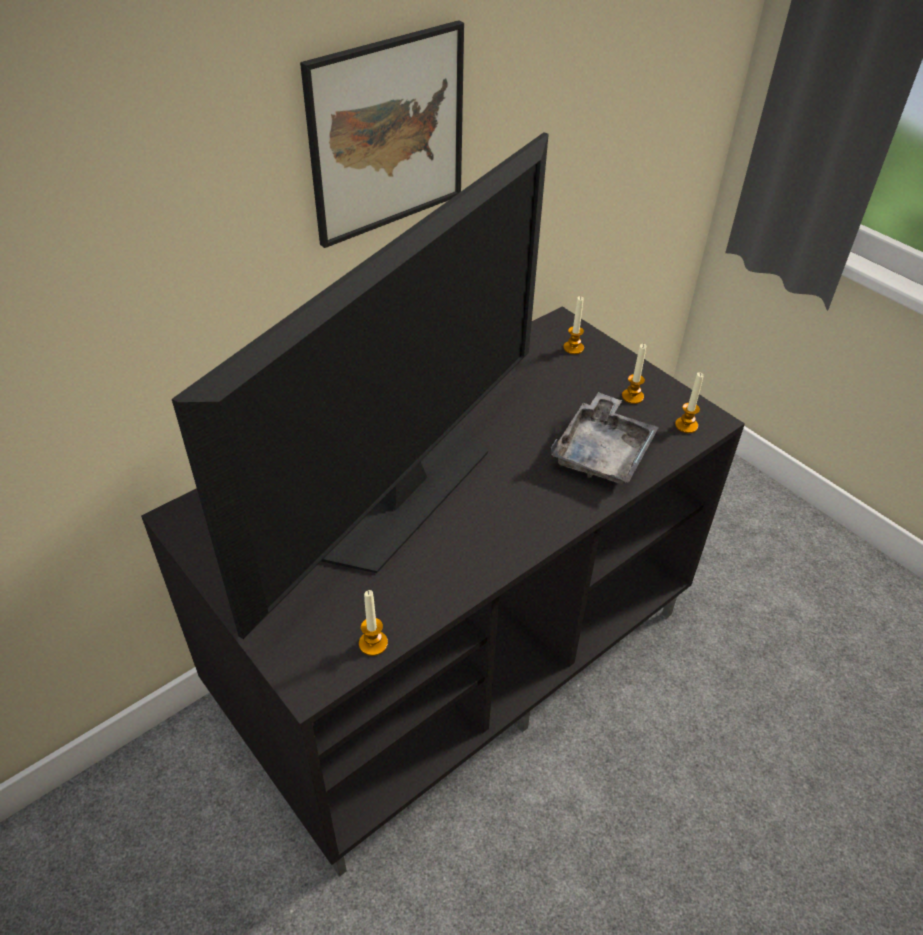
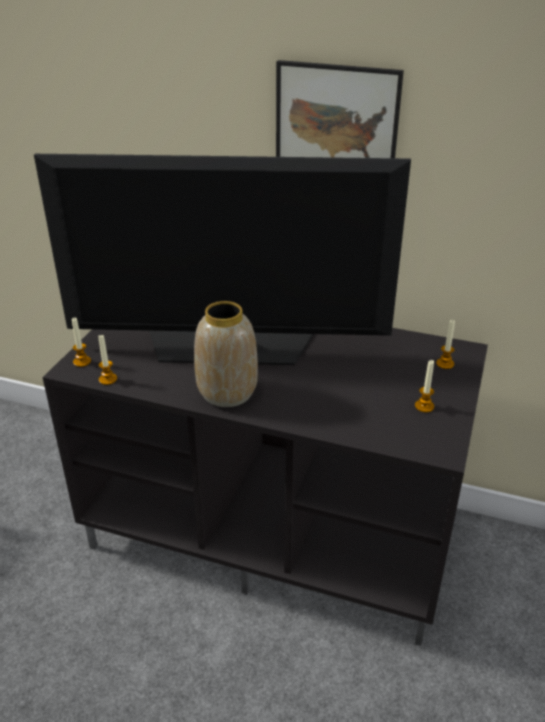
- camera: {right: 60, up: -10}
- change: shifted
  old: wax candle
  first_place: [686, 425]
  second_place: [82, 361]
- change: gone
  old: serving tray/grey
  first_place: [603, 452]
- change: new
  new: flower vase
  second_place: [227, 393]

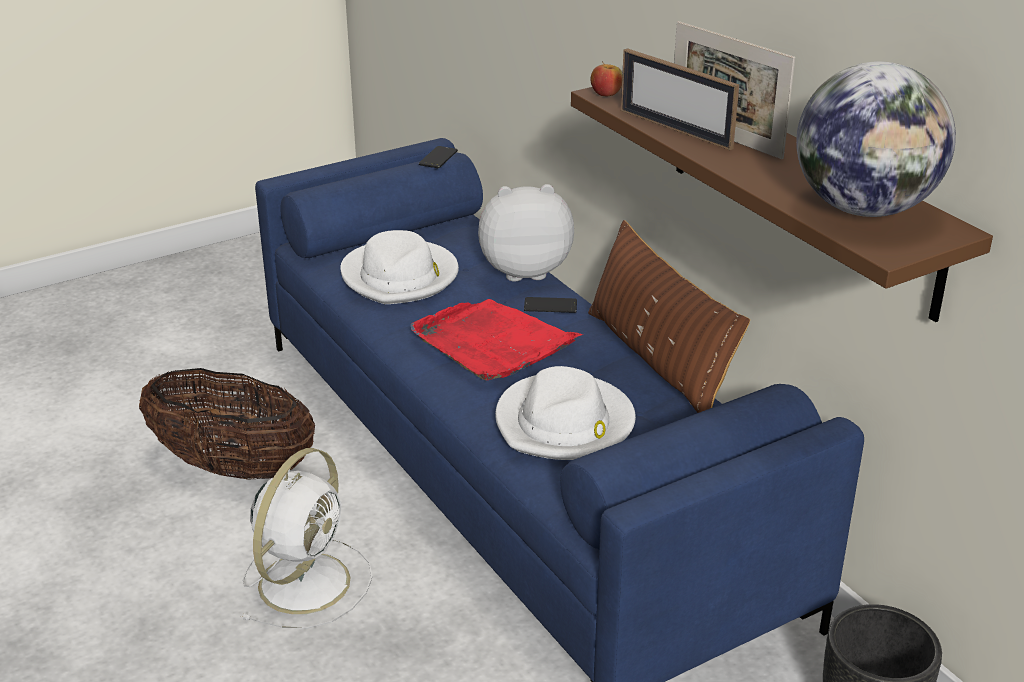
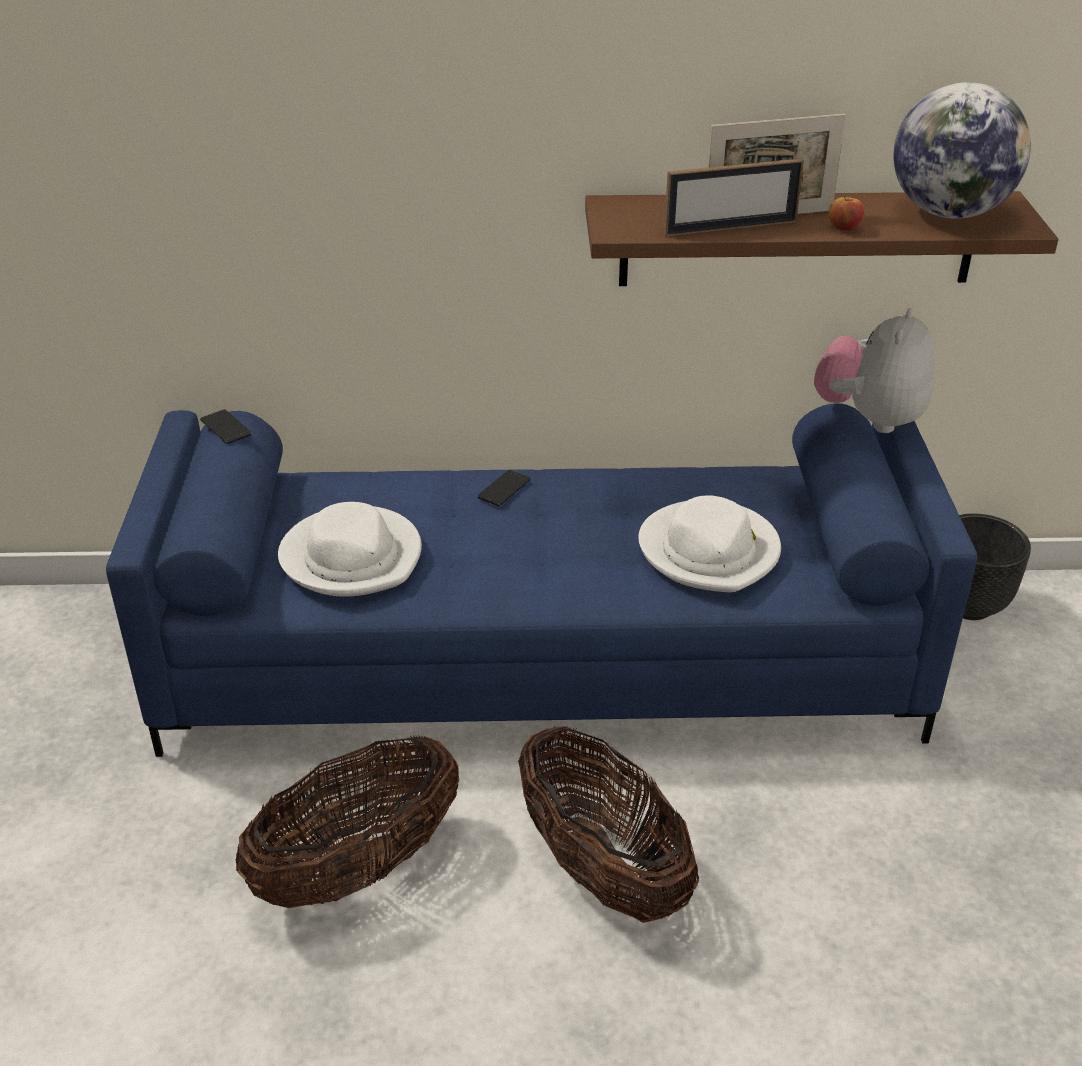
- camera: {right: -60, up: 5}
- change: shifted
  old: apple
  first_place: [606, 94]
  second_place: [844, 228]
- change: shifted
  old: cuddly toy
  first_place: [524, 270]
  second_place: [870, 419]
- change: gone
  old: throw pillow/brown-coloured
  first_place: [658, 360]
- change: gone
  old: serving tray/reddish
  first_place: [492, 343]
- change: swapped
  old: cooling fan/whitish
  new: household basket
  first_place: [306, 580]
  second_place: [602, 869]

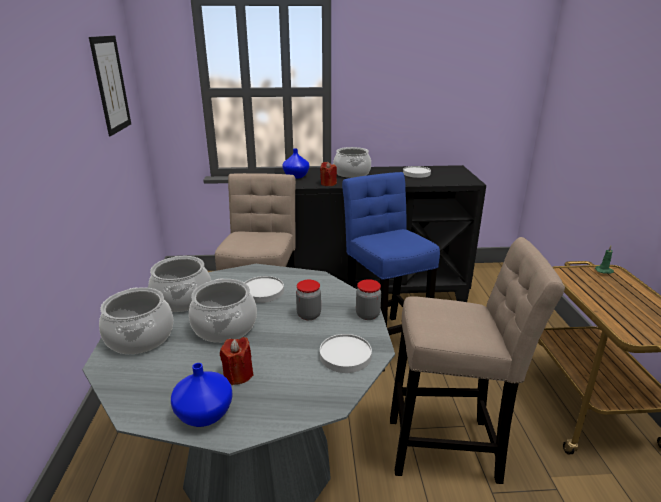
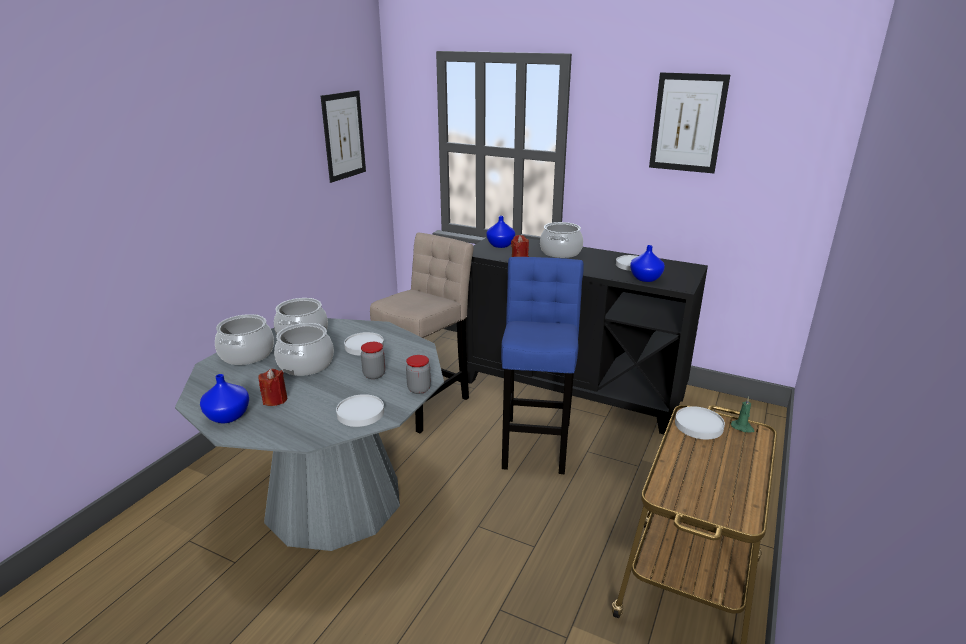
- camera: {right: 30, up: 0}
- change: gone
  old: stool seat/sand-coloured
  first_place: [449, 448]
- change: new
  new: wall picture
  second_place: [687, 123]
- change: new
  new: flower vase/blue
  second_place: [645, 279]
- change: new
  new: dinner plate/whitish
  second_place: [698, 425]

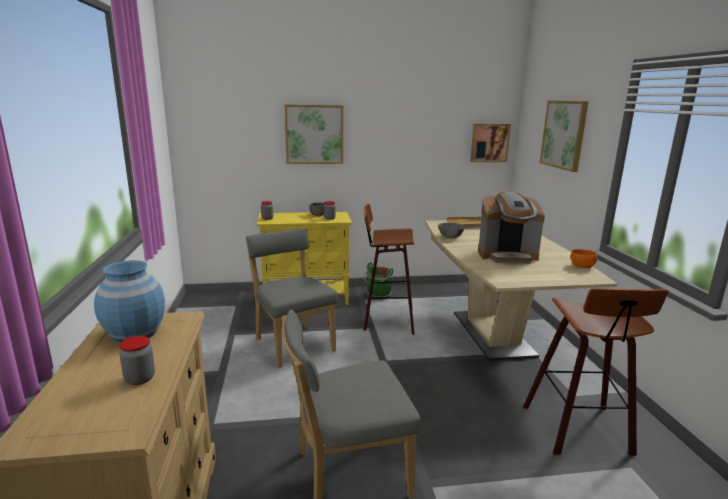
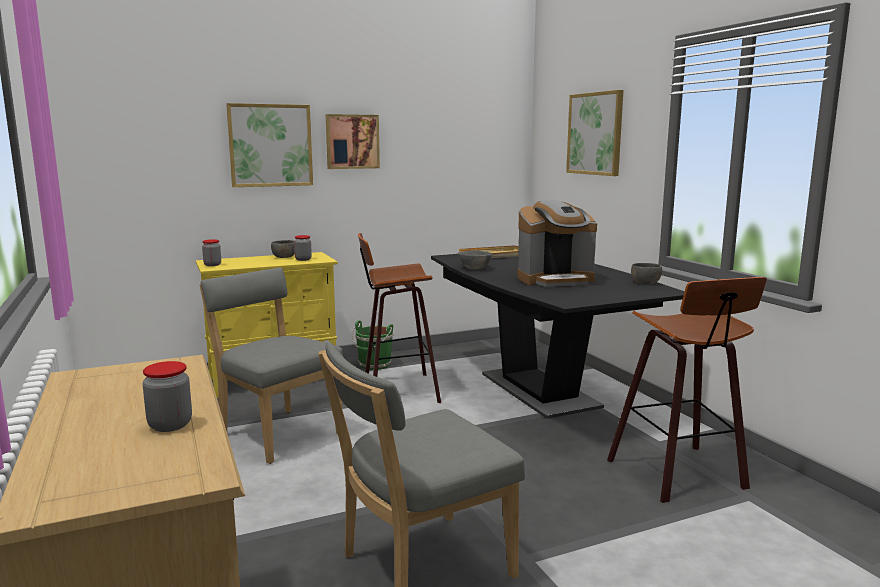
- camera: {right: -15, up: -5}
- change: shifted
  old: wall picture
  first_place: [489, 142]
  second_place: [352, 141]
- change: repainted
  old: dinner table/sand-coloured
  new: dinner table/black-coloured
  first_place: [492, 334]
  second_place: [539, 390]
- change: repainted
  old: bowl/orange
  new: bowl/grey
  first_place: [581, 266]
  second_place: [645, 282]
- change: gone
  old: flower vase/blue
  first_place: [135, 333]

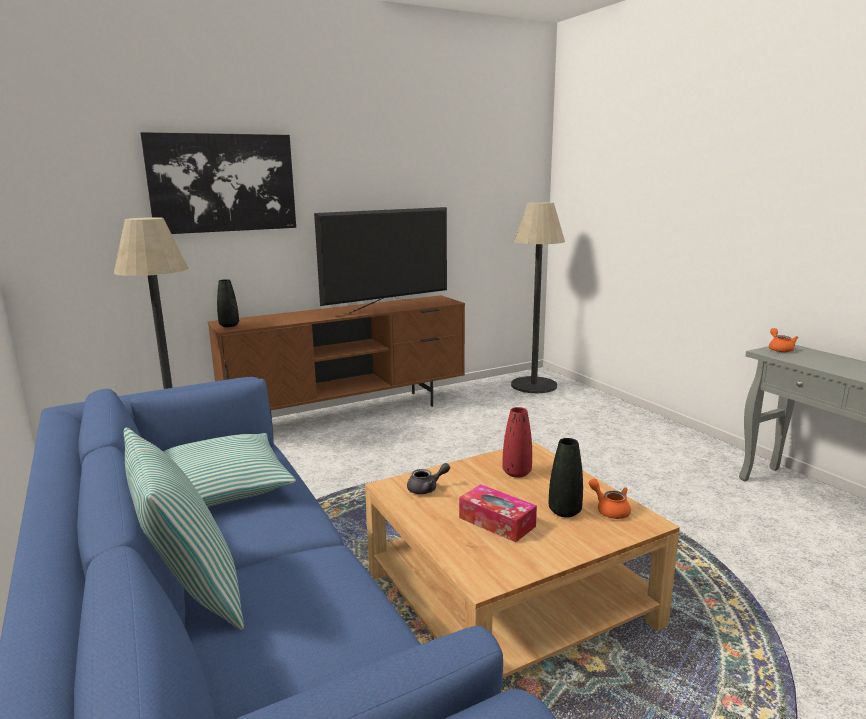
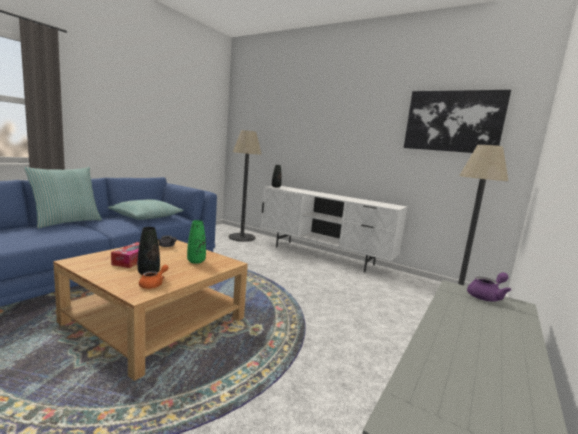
- camera: {right: 60, up: -5}
- change: shifted
  old: wall picture
  first_place: [223, 183]
  second_place: [453, 121]
- change: gone
  old: TV
  first_place: [387, 308]
- change: repainted
  old: tv stand/brown-coloured
  new: tv stand/whitish
  first_place: [350, 414]
  second_place: [323, 256]
- change: repainted
  old: tea pot/orange
  new: tea pot/purple-coloured
  first_place: [779, 349]
  second_place: [487, 297]
- change: repainted
  old: flower vase/reddish
  new: flower vase/green
  first_place: [516, 473]
  second_place: [196, 261]

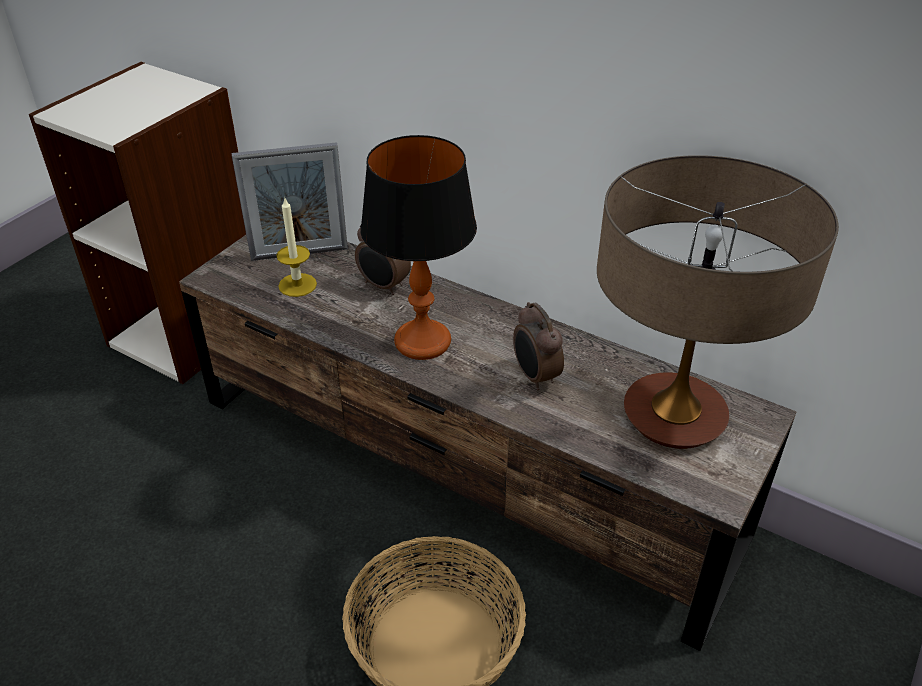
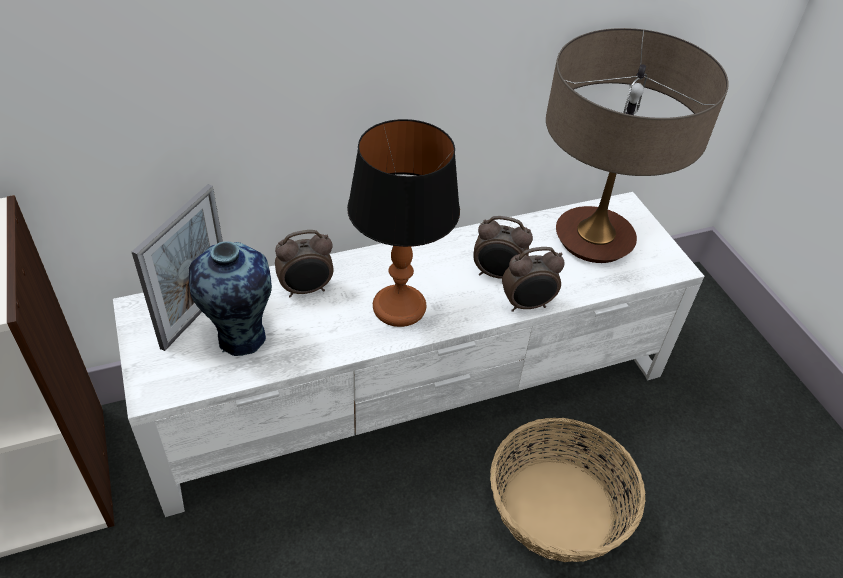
- camera: {right: -55, up: 5}
- change: swapped
  old: wax candle
  new: flower vase
  first_place: [297, 285]
  second_place: [240, 339]
- change: repainted
  old: tv stand/brown-coloured
  new: tv stand/whitish
  first_place: [463, 466]
  second_place: [416, 389]
- change: new
  new: alarm clock
  second_place: [527, 305]

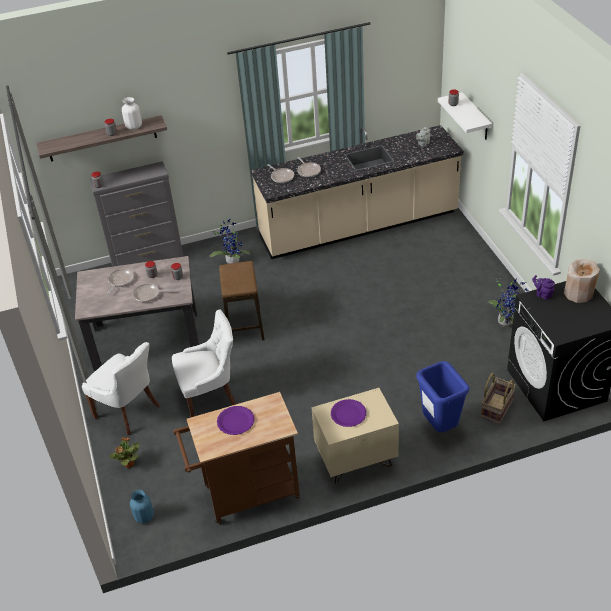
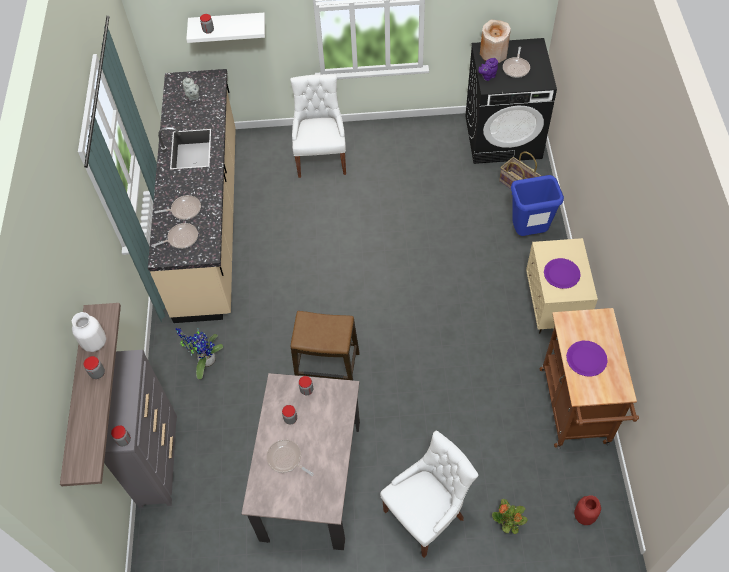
- camera: {right: -75, up: 15}
- change: gone
  old: potted plant
  first_place: [506, 322]
- change: shifted
  old: pan
  first_place: [148, 295]
  second_place: [516, 68]
- change: shifted
  old: plain chair/whitish
  first_place: [210, 397]
  second_place: [321, 158]
- change: repainted
  old: flower vase/blue
  new: flower vase/reddish
  first_place: [144, 516]
  second_place: [584, 515]

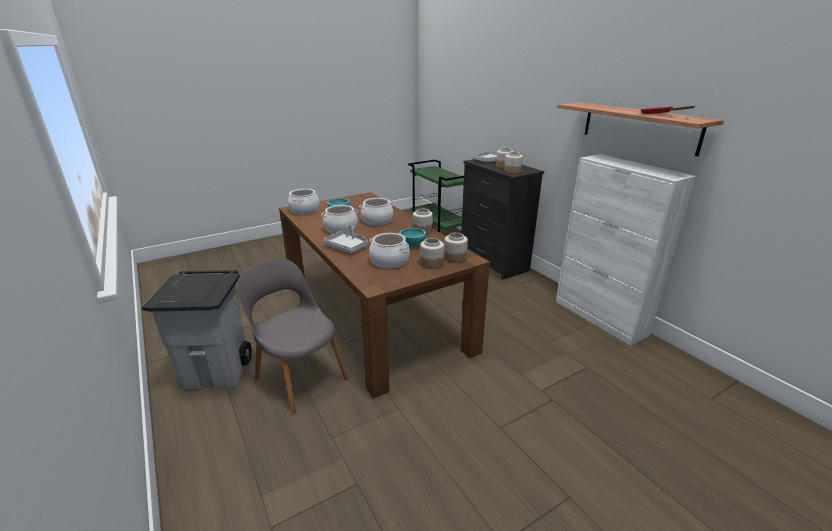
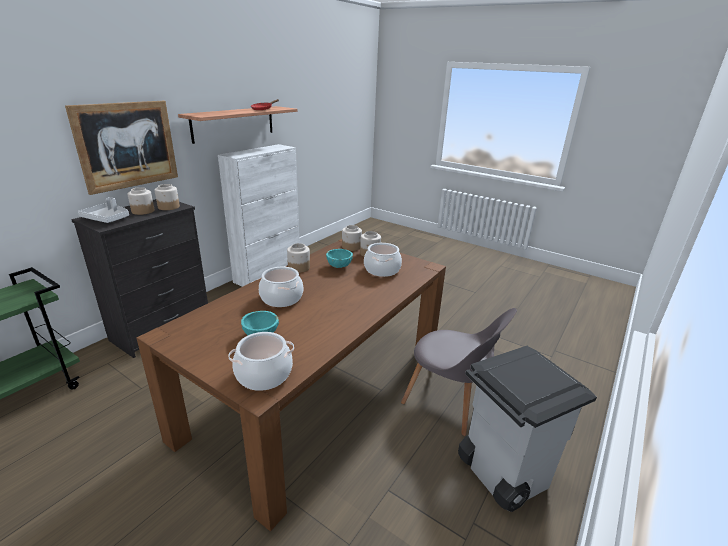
- camera: {right: -115, up: 0}
- change: gone
  old: saucepot
  first_place: [341, 229]
- change: gone
  old: serving tray/grey
  first_place: [347, 246]
- change: rotated
  old: plain chair/grey
  first_place: [300, 376]
  second_place: [450, 401]
  degrees: -75
- change: new
  new: wall picture
  second_place: [127, 145]

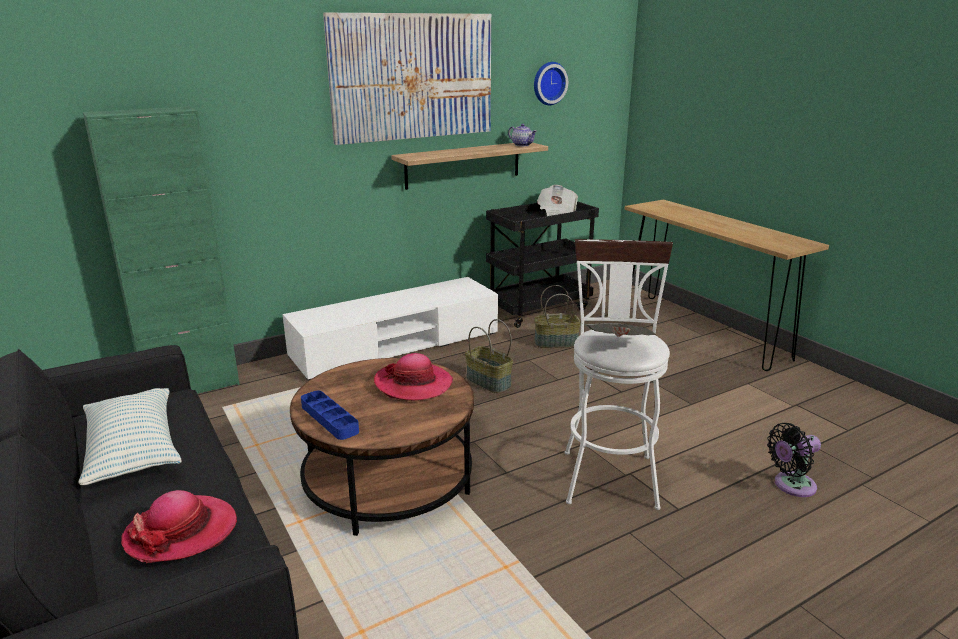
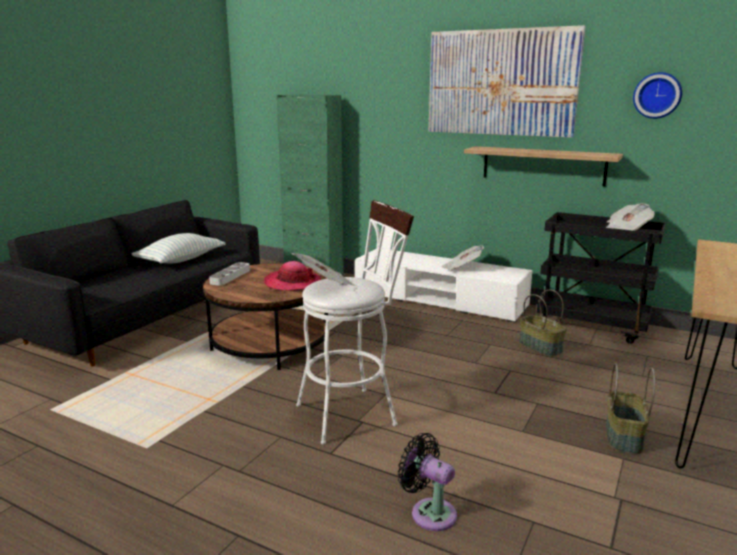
- camera: {right: 60, up: -5}
- change: gone
  old: tea pot
  first_place: [522, 145]
- change: shifted
  old: household basket
  first_place: [487, 382]
  second_place: [622, 436]
- change: repainted
  old: serving tray/blue
  new: serving tray/grey
  first_place: [329, 418]
  second_place: [230, 276]
- change: gone
  old: wearable hat
  first_place: [181, 532]
- change: new
  new: daily paper
  second_place: [462, 268]

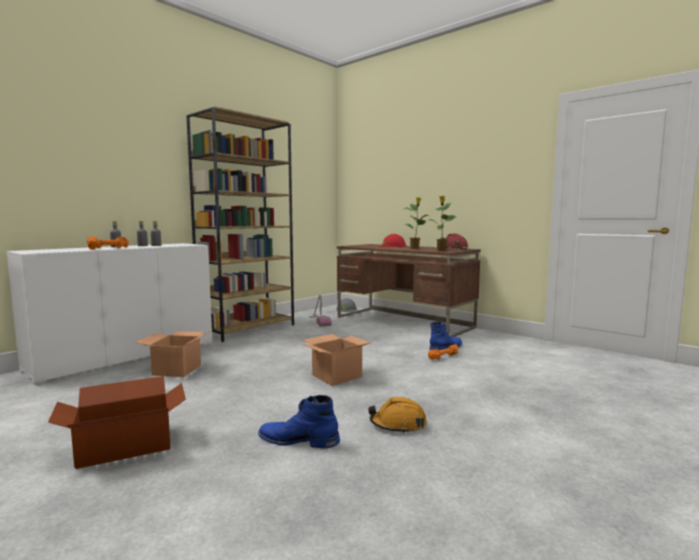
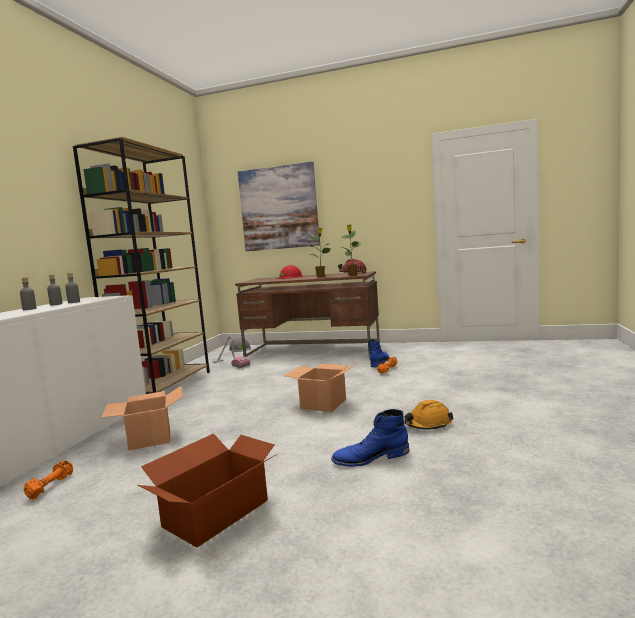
- camera: {right: -25, up: 0}
- change: shifted
  old: free weight/orange
  first_place: [108, 248]
  second_place: [50, 487]
- change: new
  new: wall picture
  second_place: [278, 208]

